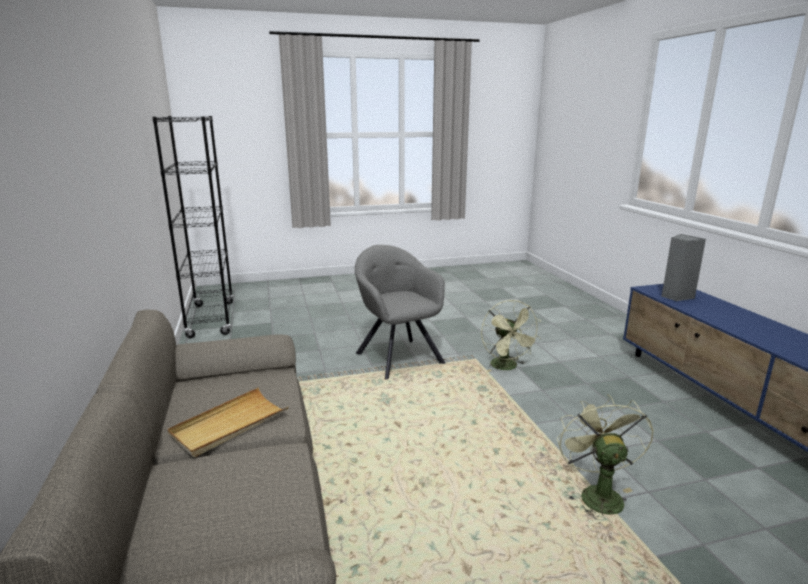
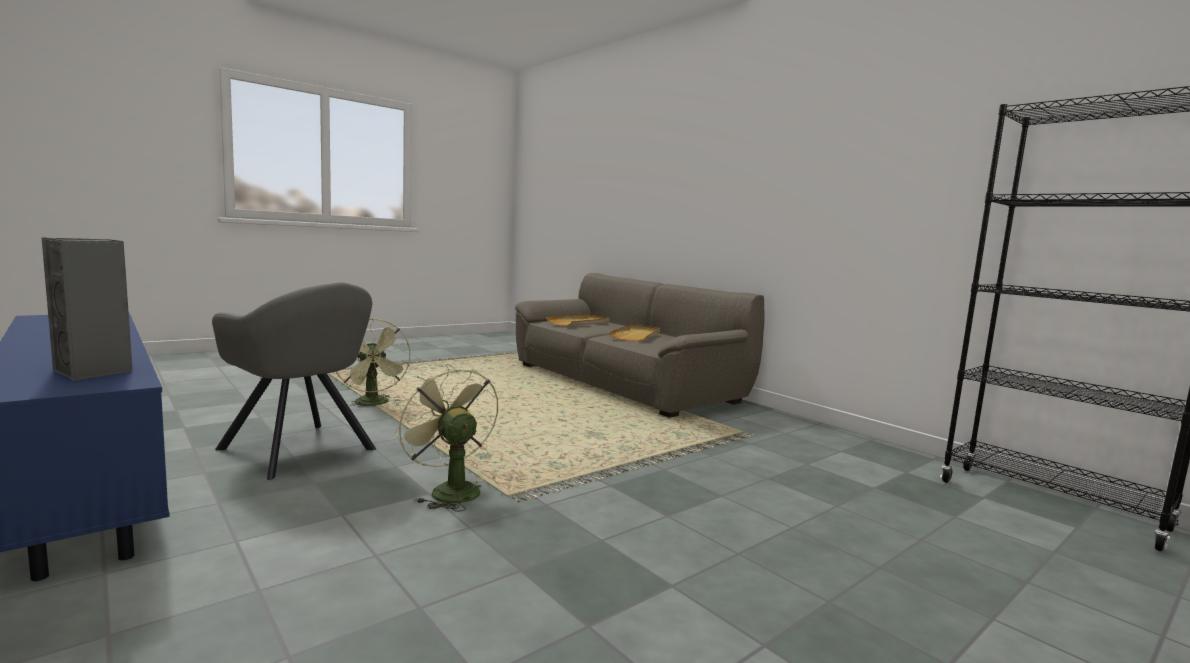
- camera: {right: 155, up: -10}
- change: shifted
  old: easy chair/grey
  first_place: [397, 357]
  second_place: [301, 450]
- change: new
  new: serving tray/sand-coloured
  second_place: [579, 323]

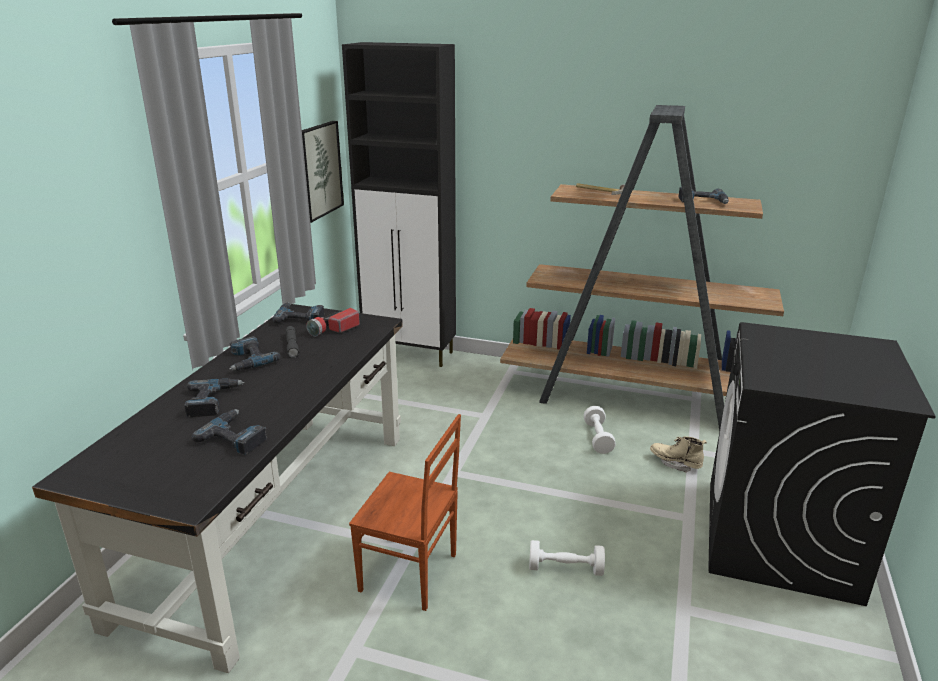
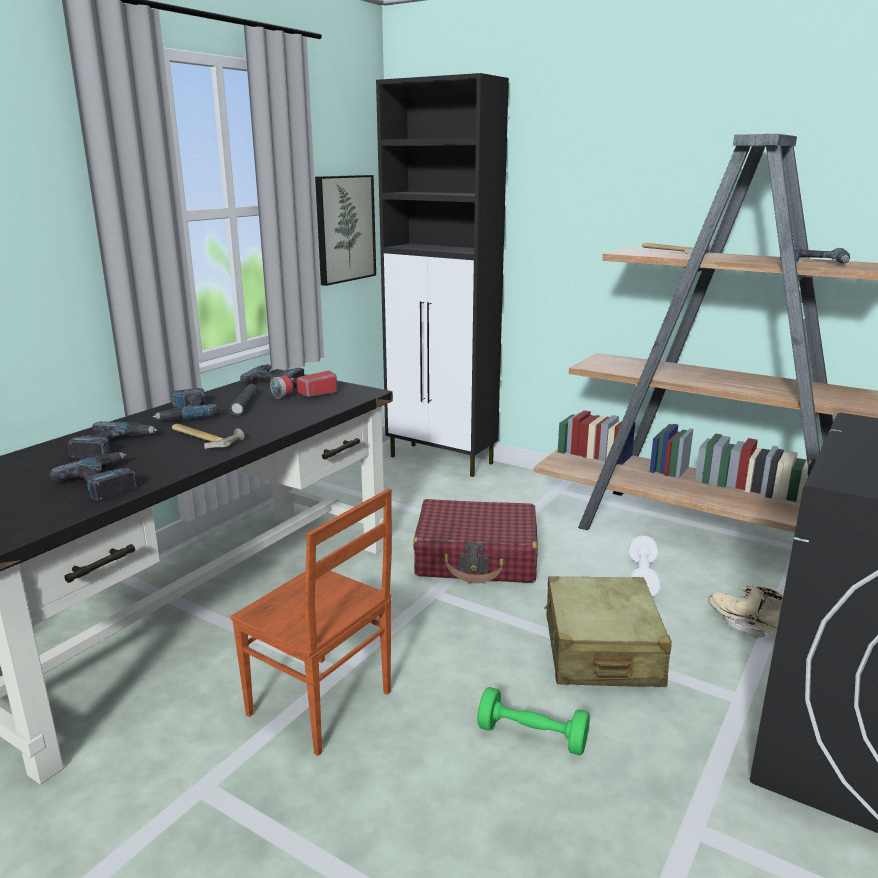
- camera: {right: 15, up: -5}
- change: repainted
  old: free weight/whitish
  new: free weight/green
  first_place: [565, 568]
  second_place: [532, 736]
- change: new
  new: tool hammer
  second_place: [205, 439]
- change: new
  new: suitcase/reddish
  second_place: [477, 558]
- change: new
  new: suitcase/sand-coloured
  second_place: [601, 651]

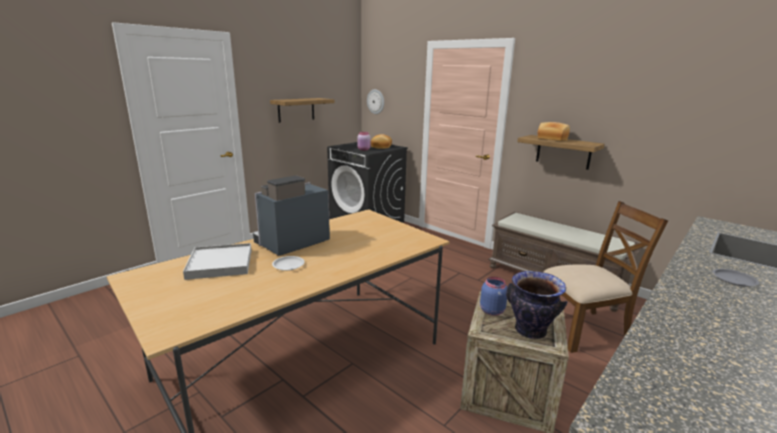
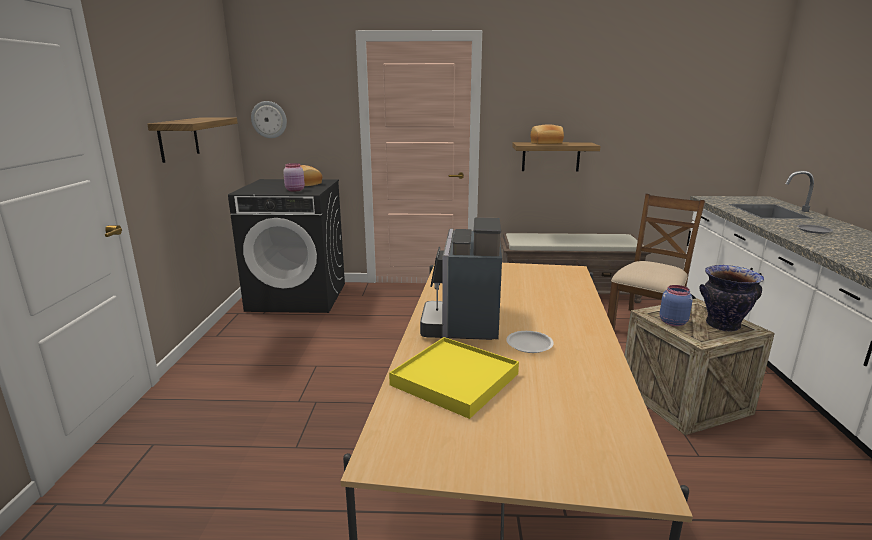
- camera: {right: -40, up: 0}
- change: repainted
  old: serving tray/whitish
  new: serving tray/yellow
  first_place: [220, 264]
  second_place: [455, 379]

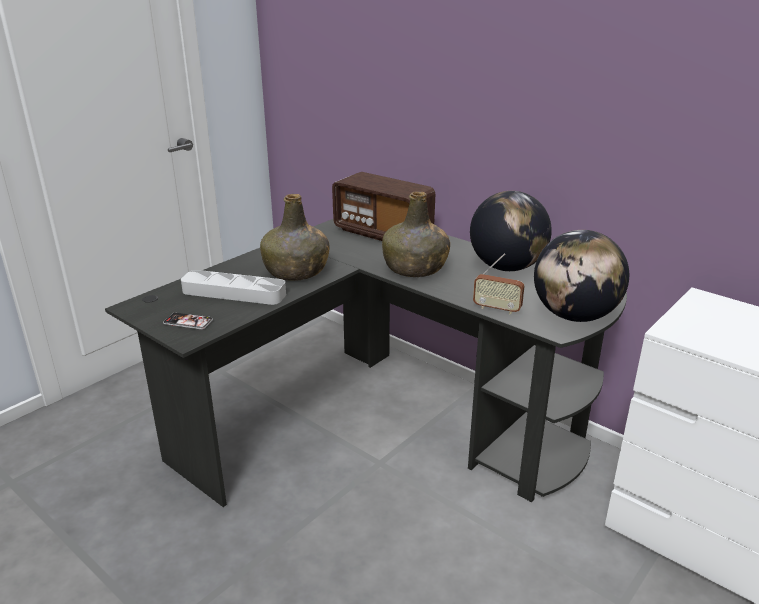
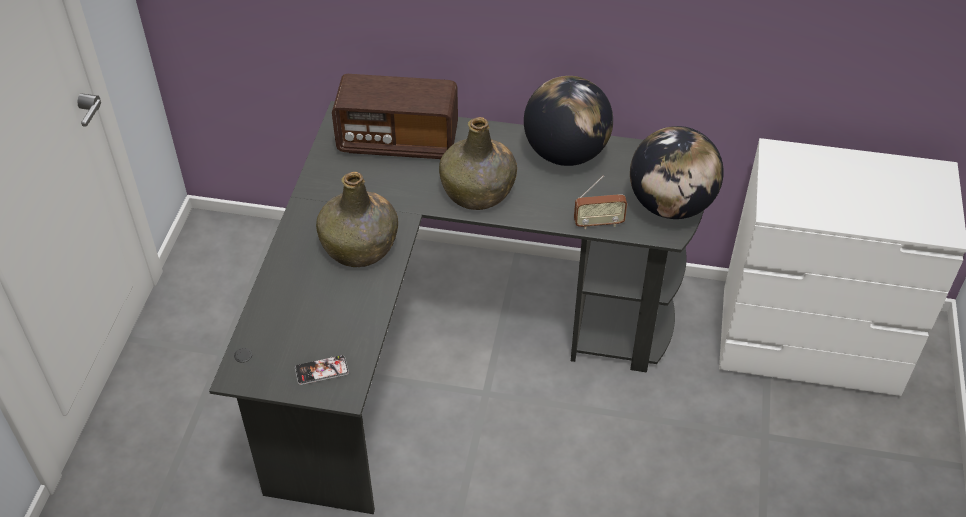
- camera: {right: -30, up: 20}
- change: gone
  old: serving tray/grey
  first_place: [234, 293]

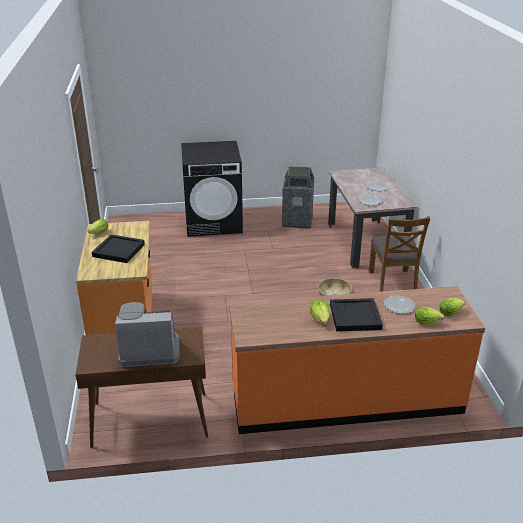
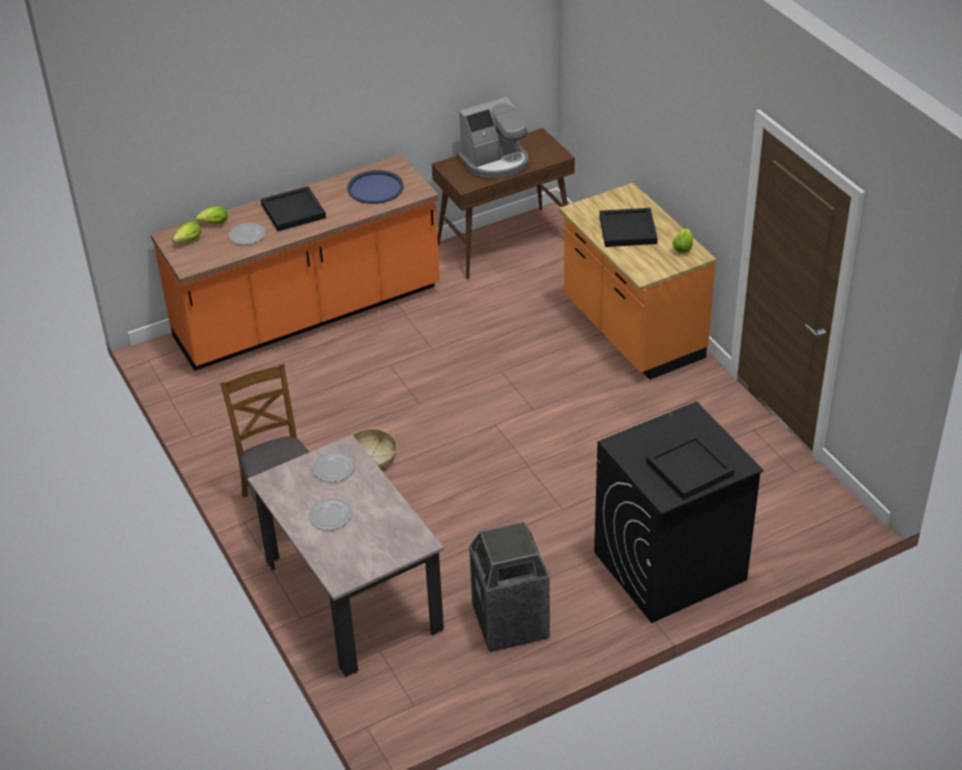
- camera: {right: 160, up: 10}
- change: gone
  old: head of lettuce
  first_place: [320, 319]
- change: new
  new: serving tray/blue
  second_place: [375, 188]
- change: new
  new: serving tray/black-coloured
  second_place: [690, 469]

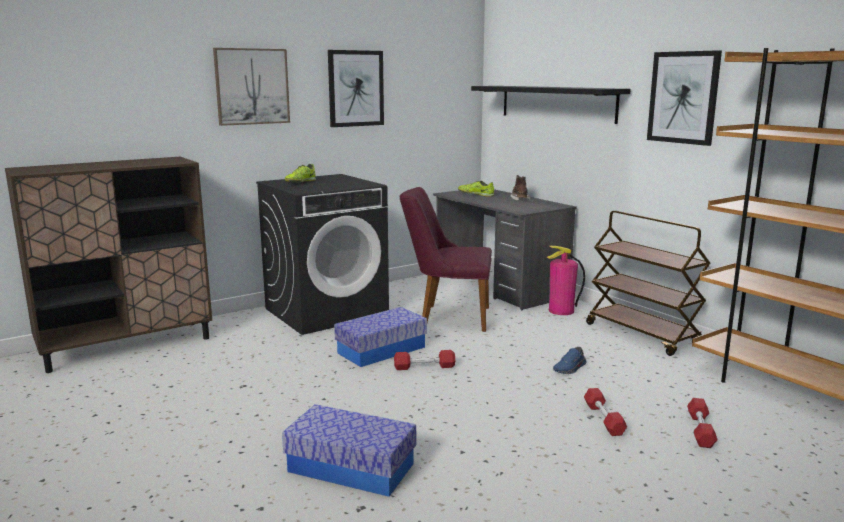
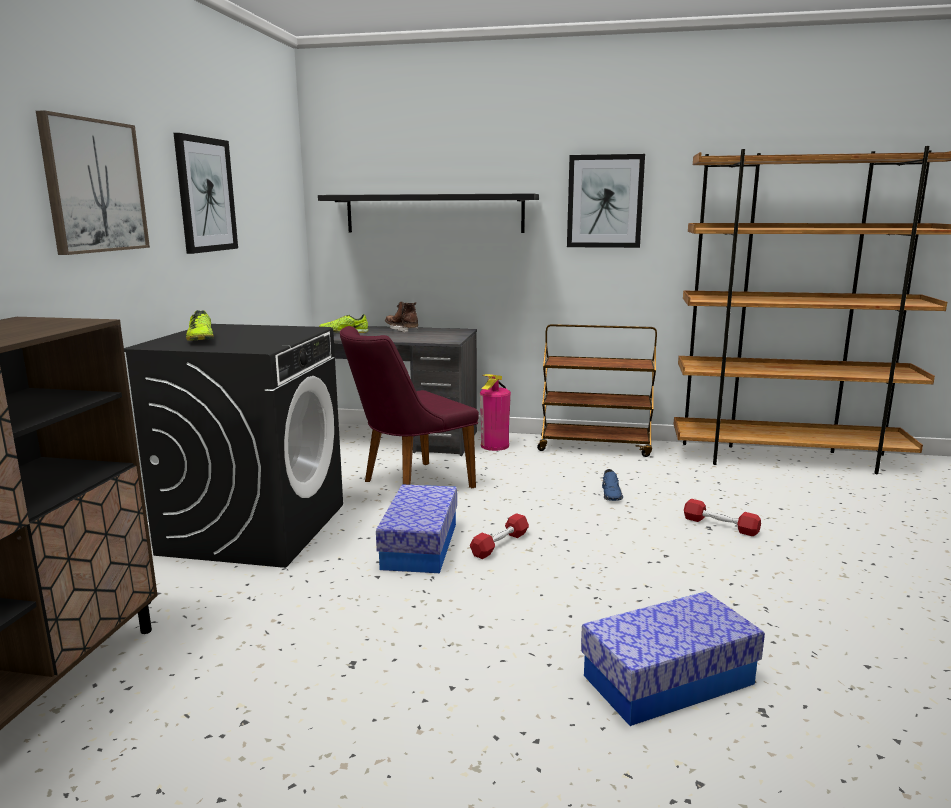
- camera: {right: -45, up: 0}
- change: gone
  old: free weight/reddish
  first_place: [700, 430]

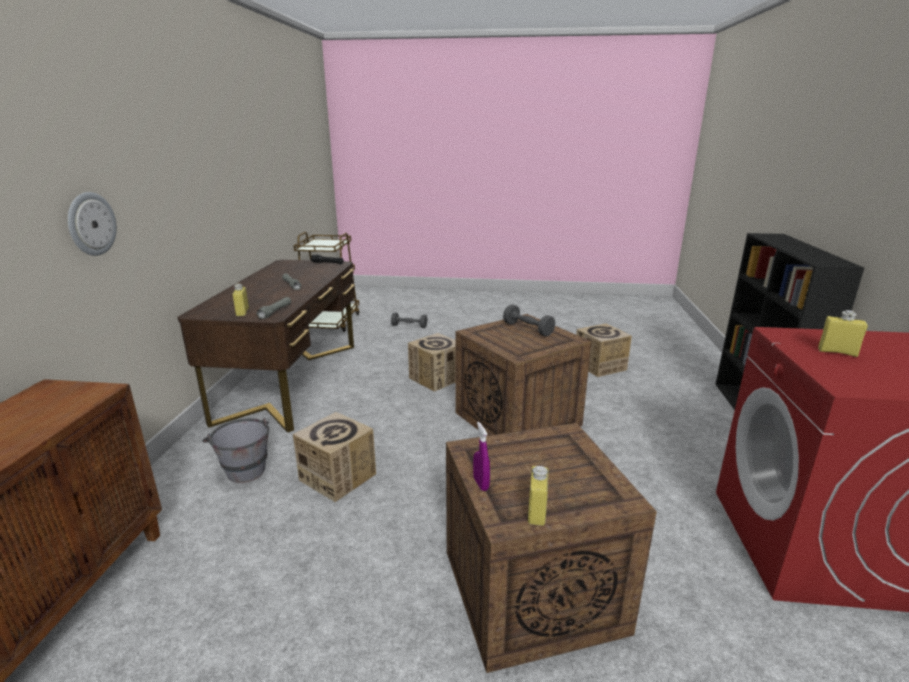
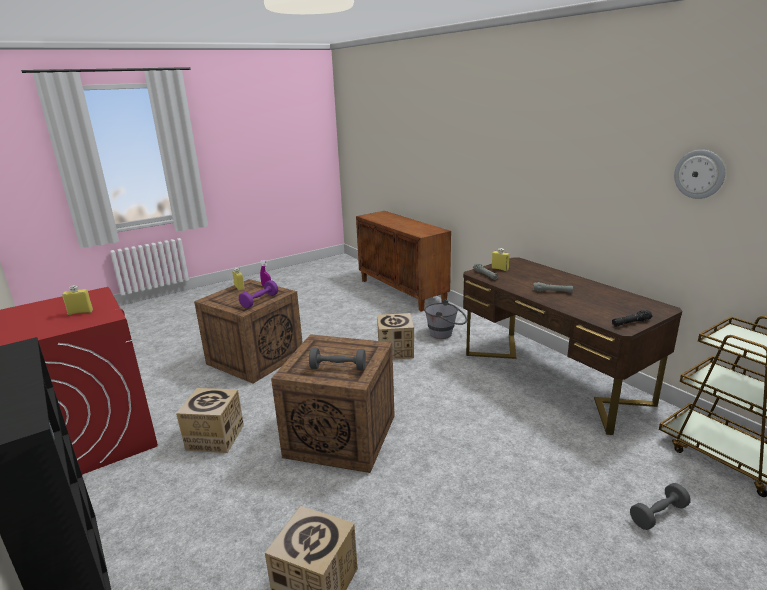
- camera: {right: 140, up: 0}
- change: shifted
  old: hanging clock
  first_place: [91, 224]
  second_place: [699, 174]
- change: shifted
  old: carton
  first_place: [436, 378]
  second_place: [215, 437]
- change: new
  new: free weight/purple-coloured
  second_place: [259, 301]

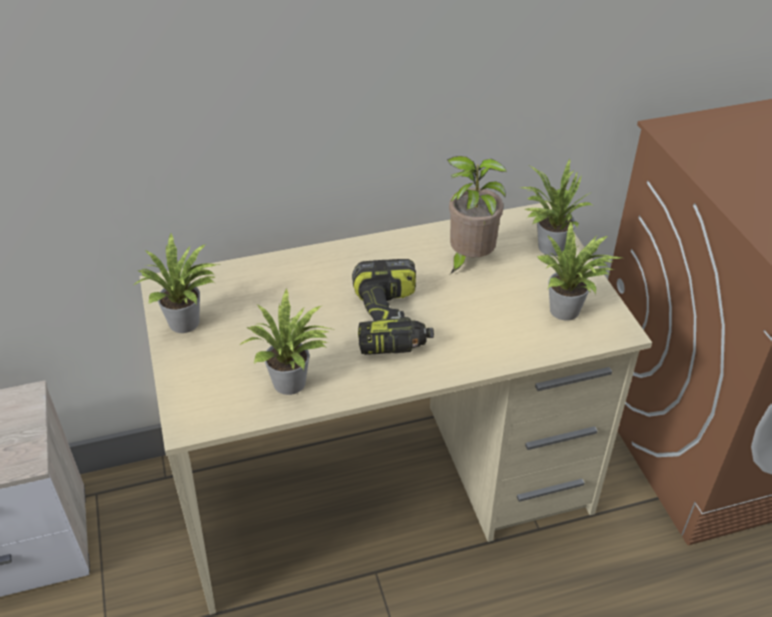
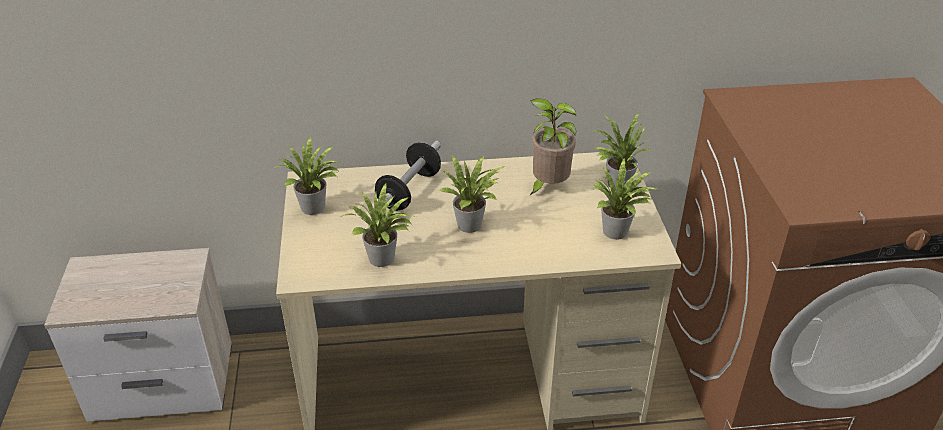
- camera: {right: 10, up: -5}
- change: swapped
  old: power drill
  new: potted plant
  first_place: [391, 322]
  second_place: [472, 225]
- change: new
  new: free weight
  second_place: [409, 191]

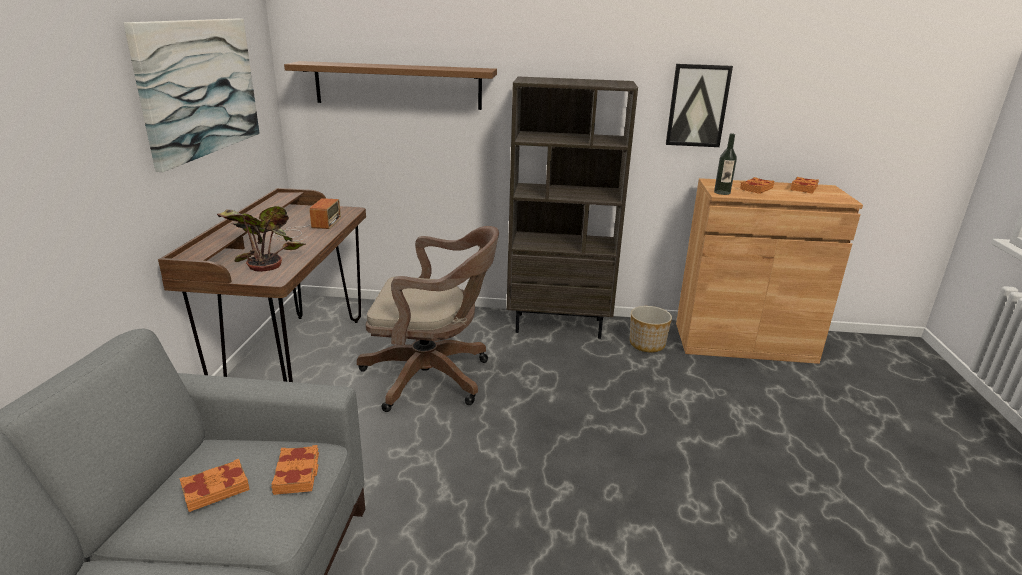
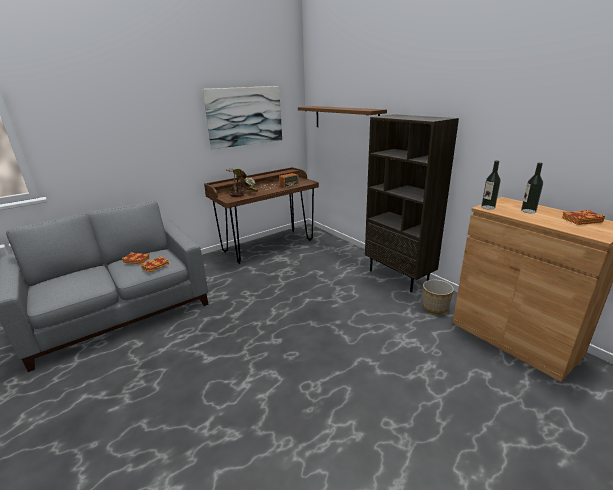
- camera: {right: 50, up: 0}
- change: gone
  old: wall picture
  first_place: [697, 106]
- change: swapped
  old: book/orange
  new: drink bottle
  first_place: [755, 189]
  second_place: [528, 211]
- change: gone
  old: desk chair/brown-coloured
  first_place: [433, 377]

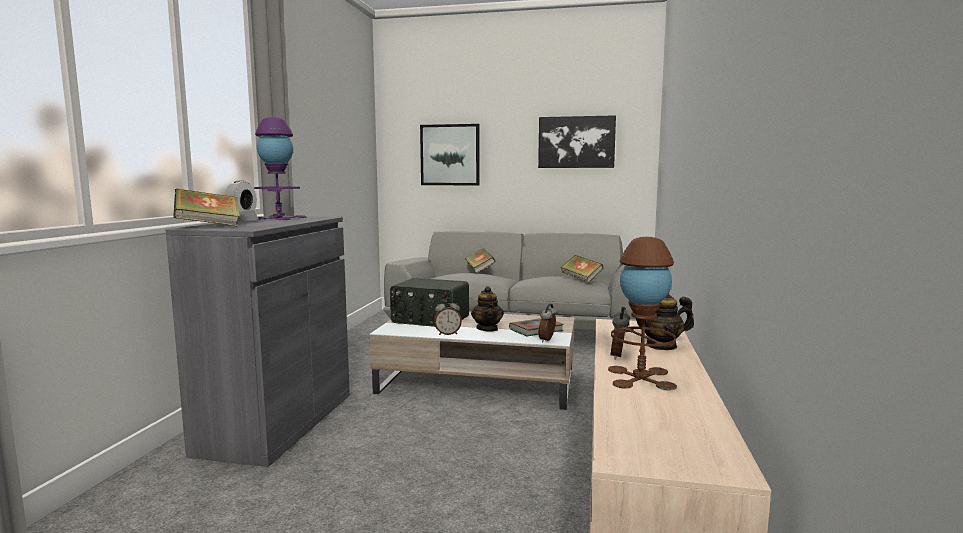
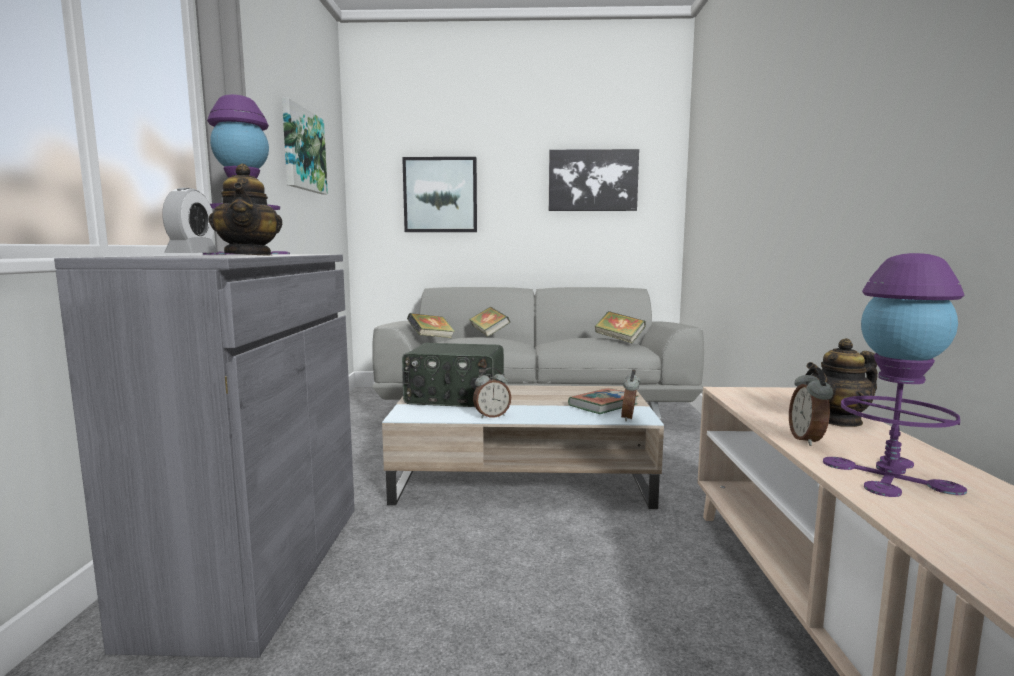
- camera: {right: -10, up: 0}
- change: shifted
  old: book
  first_place: [208, 226]
  second_place: [431, 339]
- change: repainted
  old: lamp for a table/brown-coloured
  new: lamp for a table/purple-coloured
  first_place: [640, 378]
  second_place: [889, 475]
- change: shifted
  old: tea pot
  first_place: [487, 329]
  second_place: [249, 255]
- change: new
  new: wall picture
  second_place: [302, 150]

